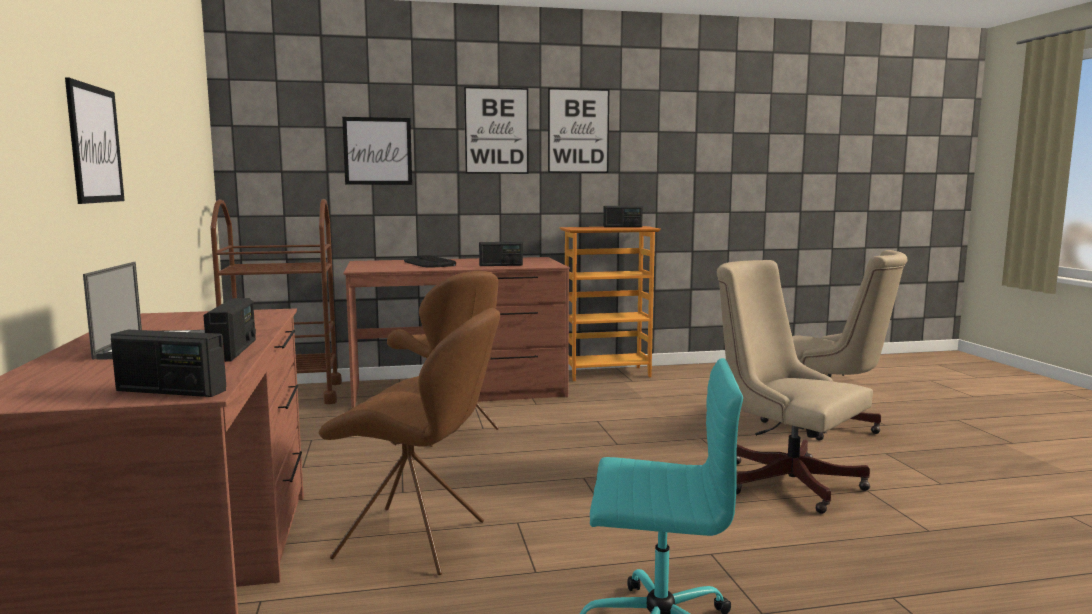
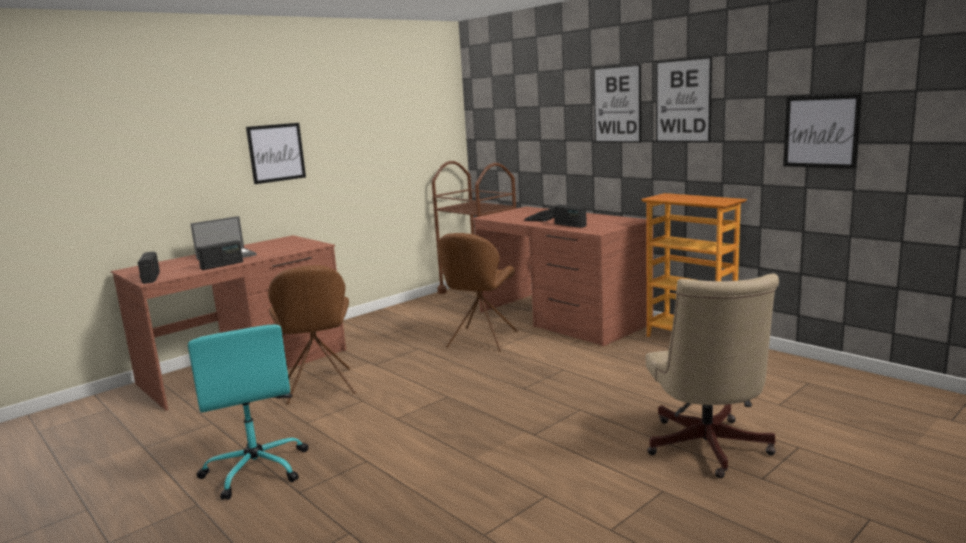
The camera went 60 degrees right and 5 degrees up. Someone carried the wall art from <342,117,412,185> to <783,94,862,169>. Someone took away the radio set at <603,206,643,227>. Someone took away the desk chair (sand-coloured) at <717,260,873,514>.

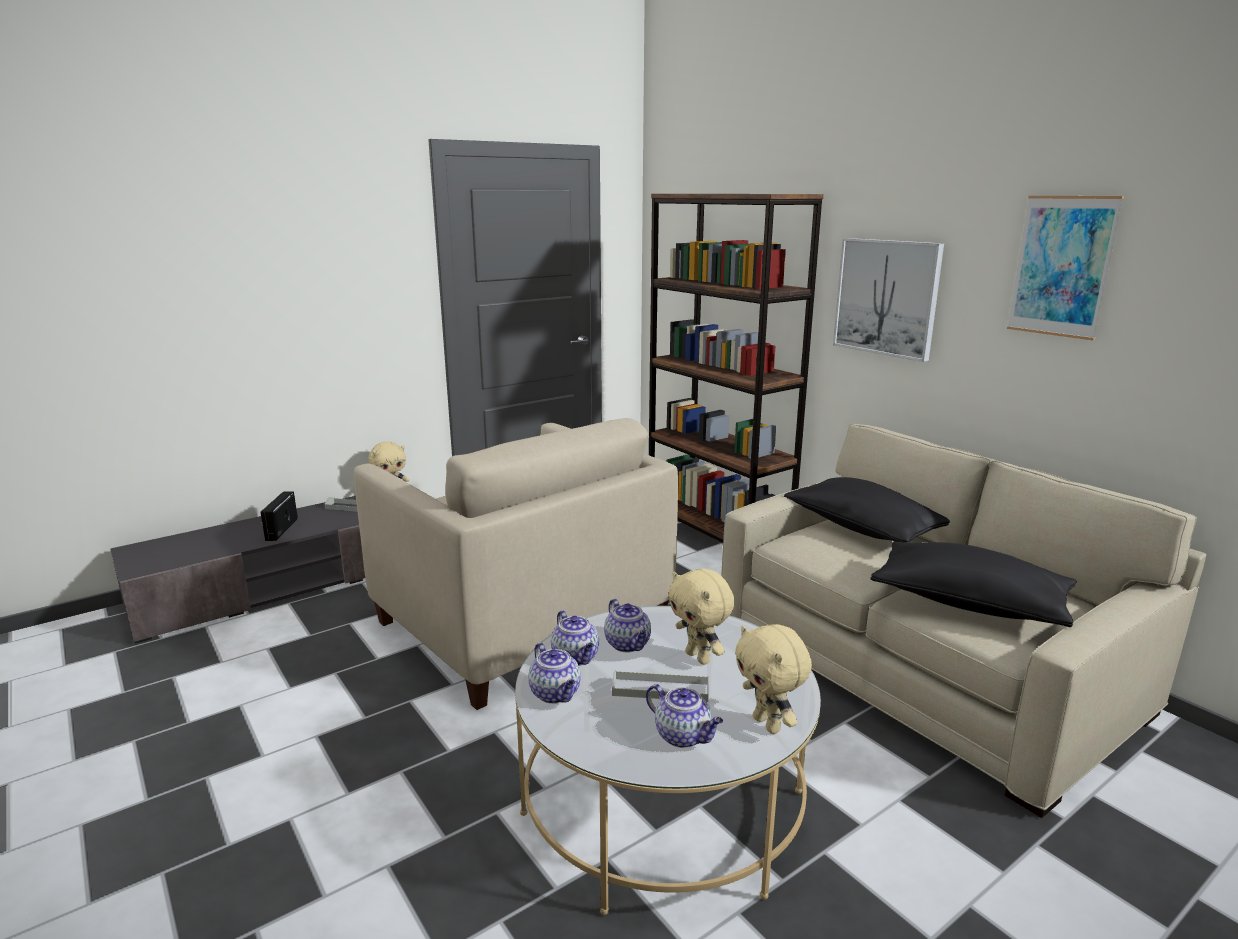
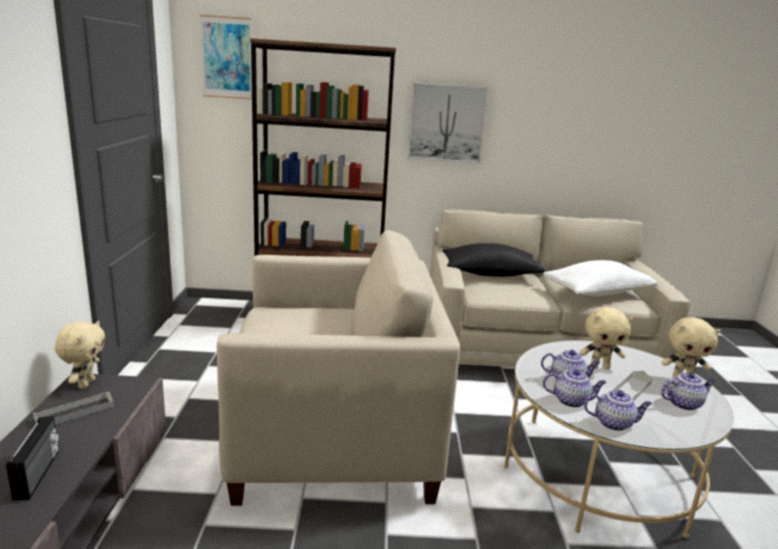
The camera went 55 degrees left and 0 degrees up. Someone rotated the radio set at <261,491,298,541> by 135 degrees counterclockwise. Someone repainted the cushion (black) at <870,541,1077,627>, which became the cushion (white) at <543,260,658,296>. Someone carried the wall art from <1007,196,1124,341> to <200,15,252,99>.

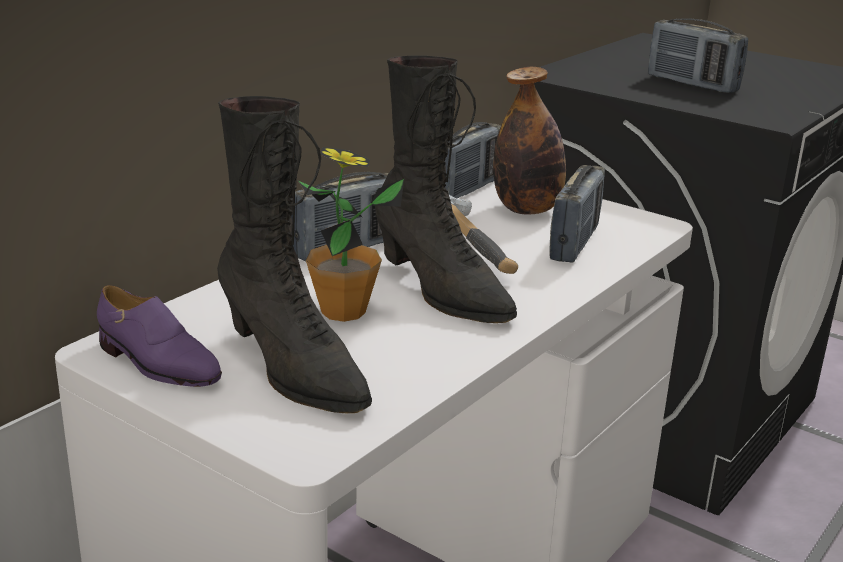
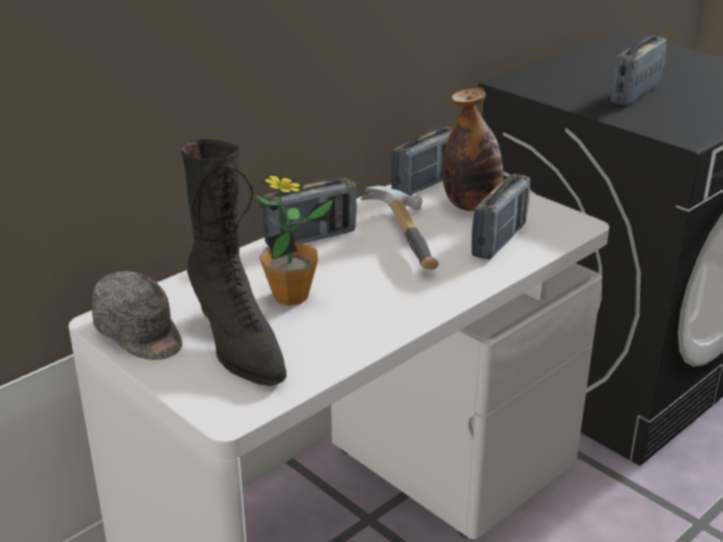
The camera went 10 degrees right and 5 degrees up. Someone swapped the shoe (purplish) at <97,285,222,387> for the cap (grey) at <92,271,182,360>. Someone took away the high-top boot (black) at <375,55,517,323>. Someone rotated the radio set at <648,18,748,93> by 75 degrees clockwise.

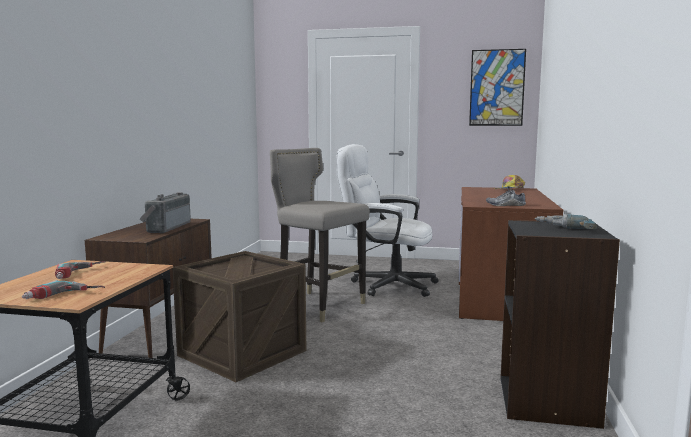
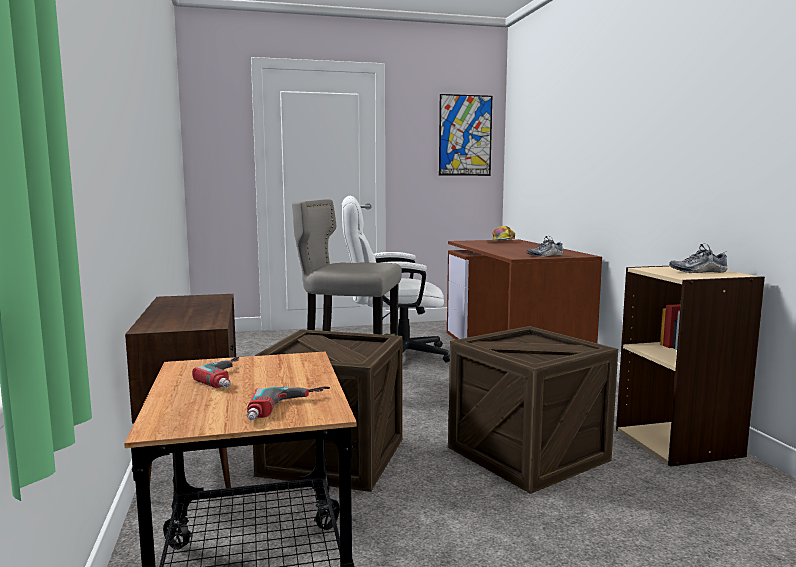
The camera went 25 degrees left and 0 degrees up. Someone took away the radio set at <140,192,191,233>. Someone repainted the shelving unit (black) at <500,220,620,429>, which became the shelving unit (sand-coloured) at <616,266,765,467>. Someone swapped the power drill at <535,214,597,229> for the shoe at <669,244,728,273>. Someone put down the crate at <448,326,618,494>.

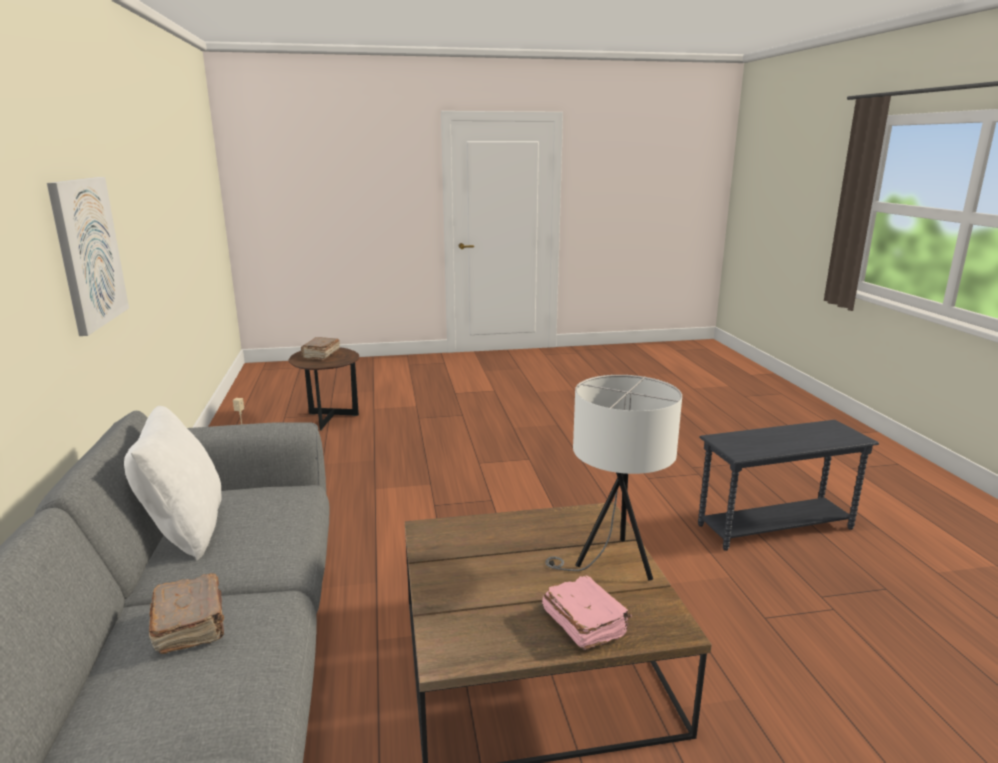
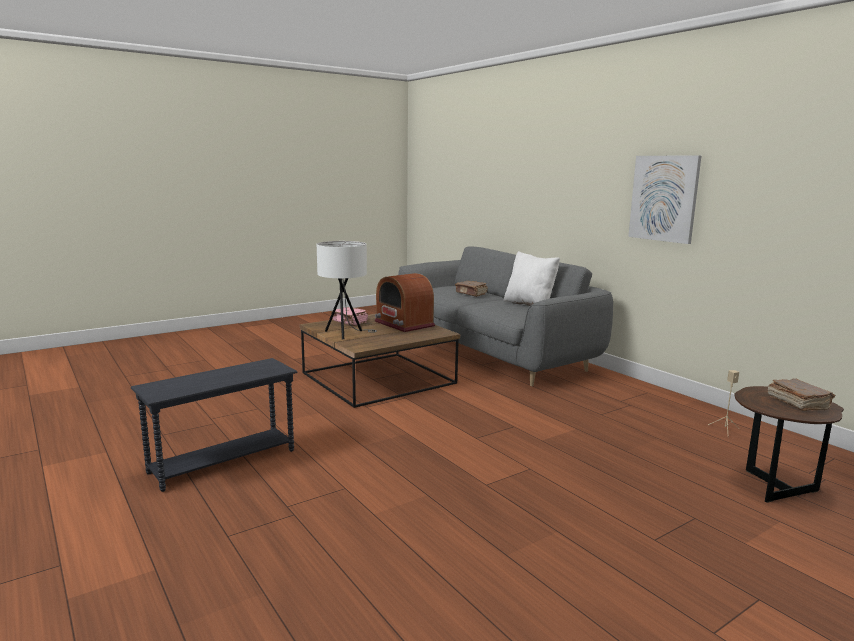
The camera went 155 degrees right and 5 degrees down. Someone put down the radio set at <375,273,435,332>.

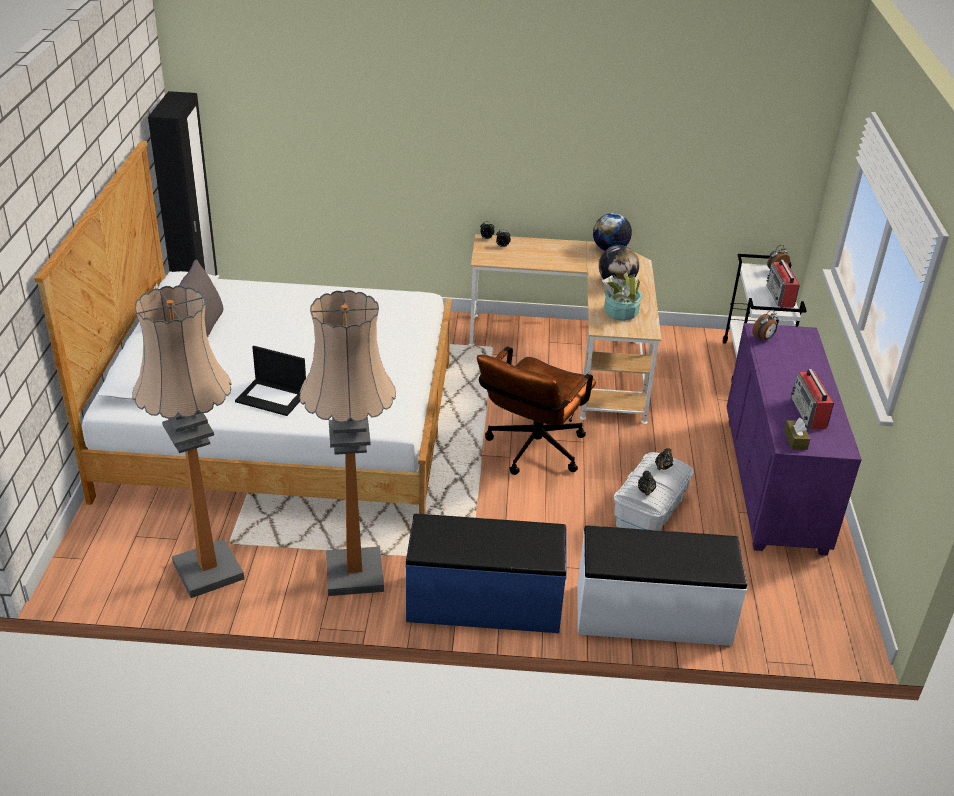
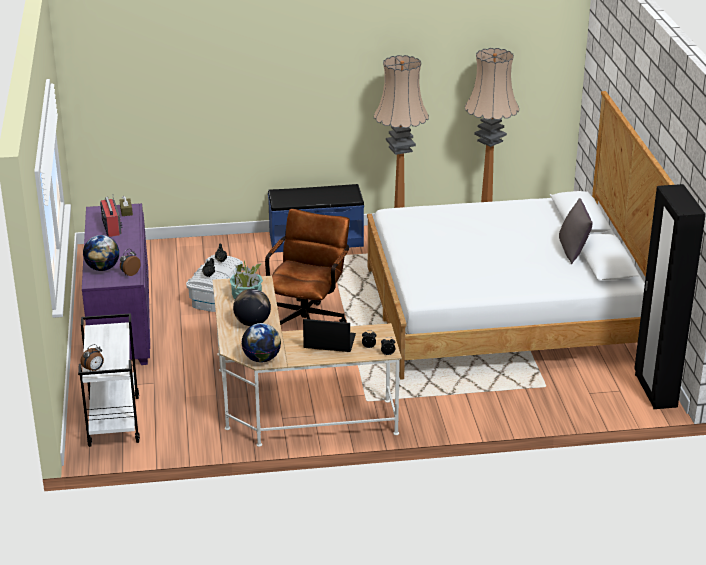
The camera went 170 degrees right and 5 degrees down. Someone carried the laptop from <235,346,306,416> to <303,319,356,352>. Someone took away the indoor bench (white) at <577,526,747,646>. Someone took away the radio set at <766,259,800,308>. Someone put down the world globe at <83,235,119,271>.

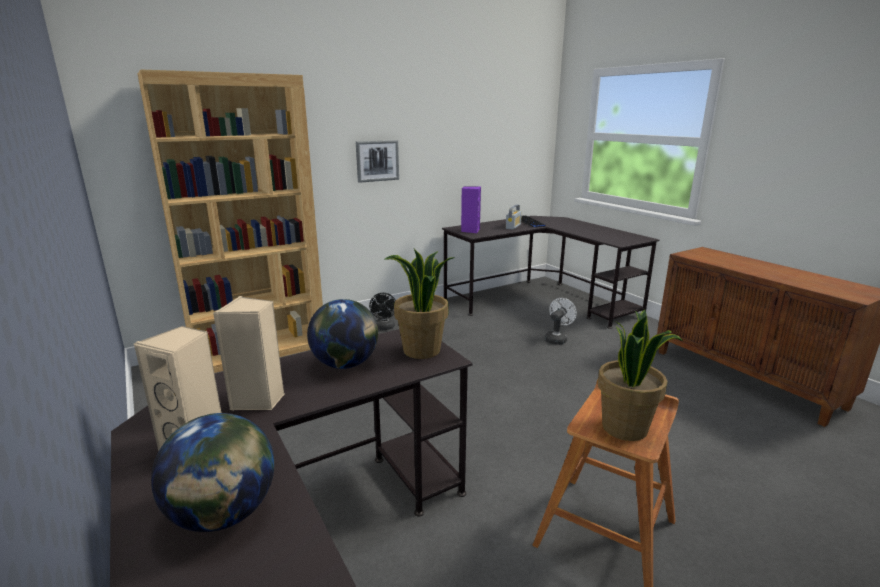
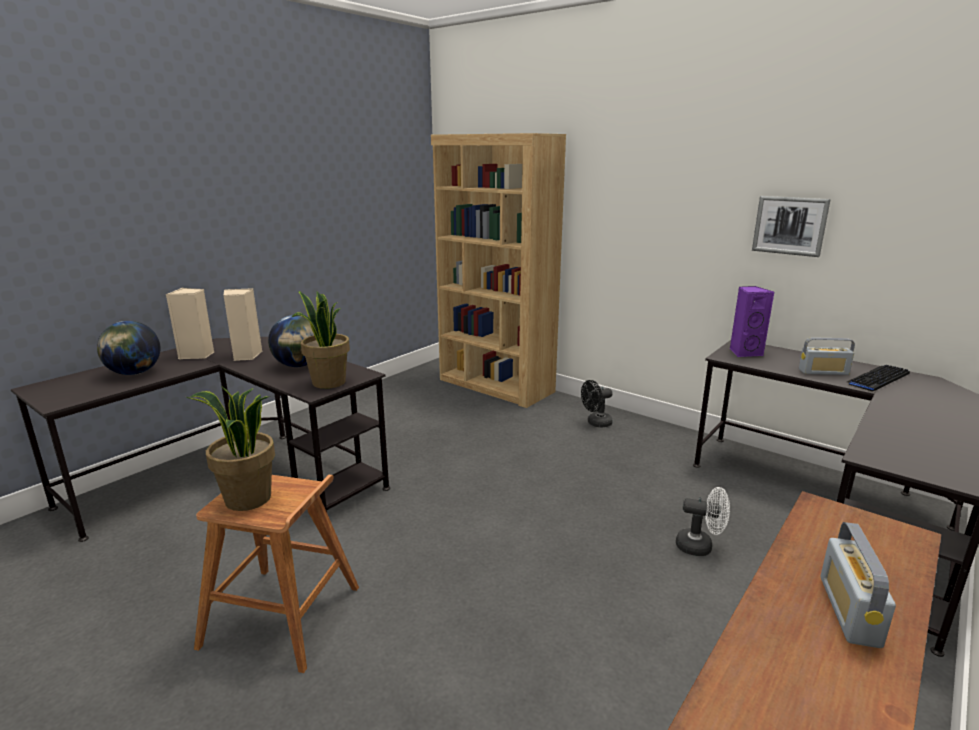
The camera went 70 degrees right and 0 degrees up. Someone carried the wall art from <356,140,399,183> to <752,196,831,257>. Someone put down the radio set at <821,522,896,648>.

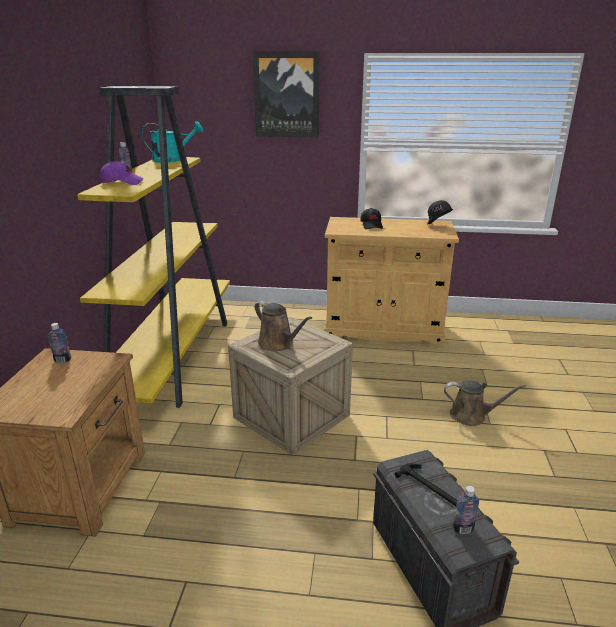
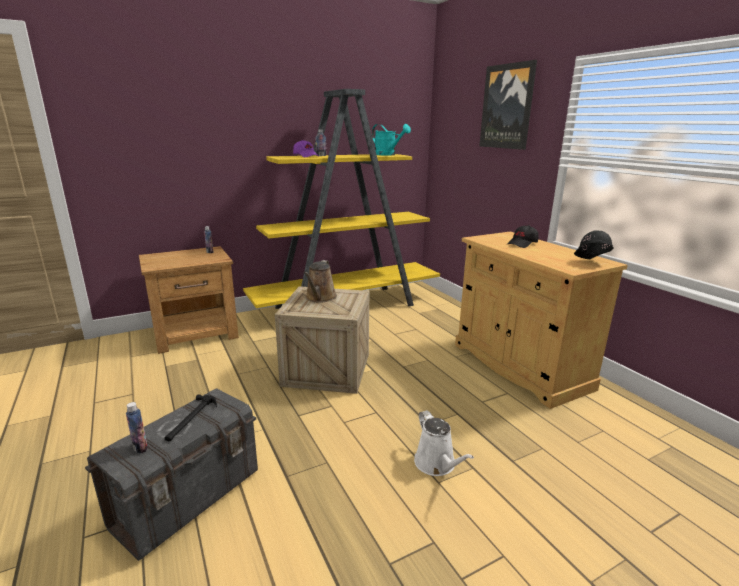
The camera went 55 degrees right and 5 degrees down. Someone repainted the watering can (brown-coloured) at <444,380,526,426>, which became the watering can (white) at <414,410,474,476>.

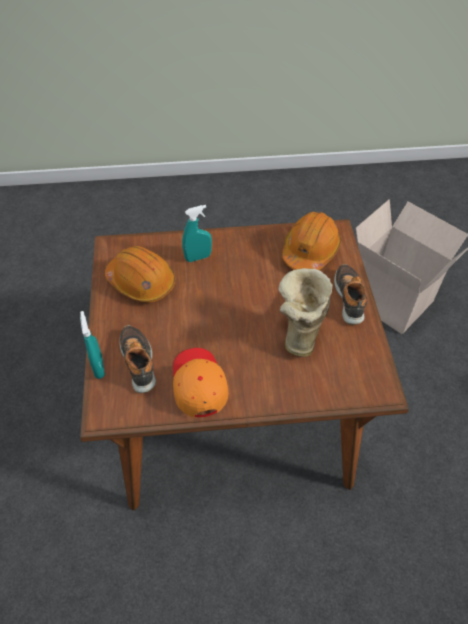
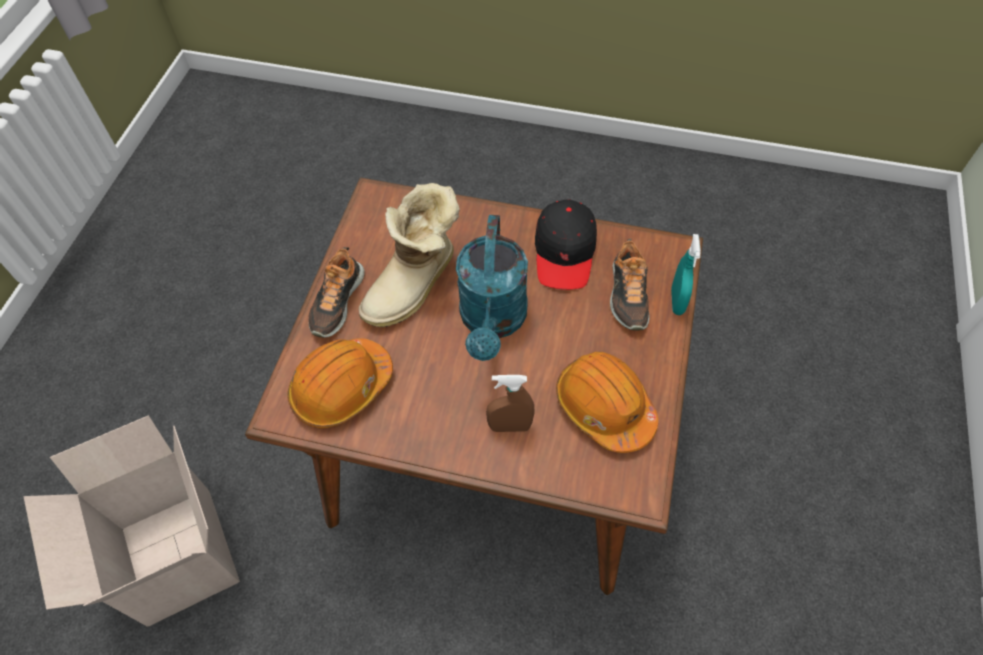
The camera went 160 degrees left and 5 degrees up. Someone repainted the cap (orange) at <173,348,229,417>, which became the cap (black) at <535,199,597,290>. Someone repainted the spray bottle (turquoise-coloured) at <182,205,212,262>, which became the spray bottle (brown-coloured) at <486,375,535,432>. Someone put down the watering can (turquoise-coloured) at <456,215,528,361>.

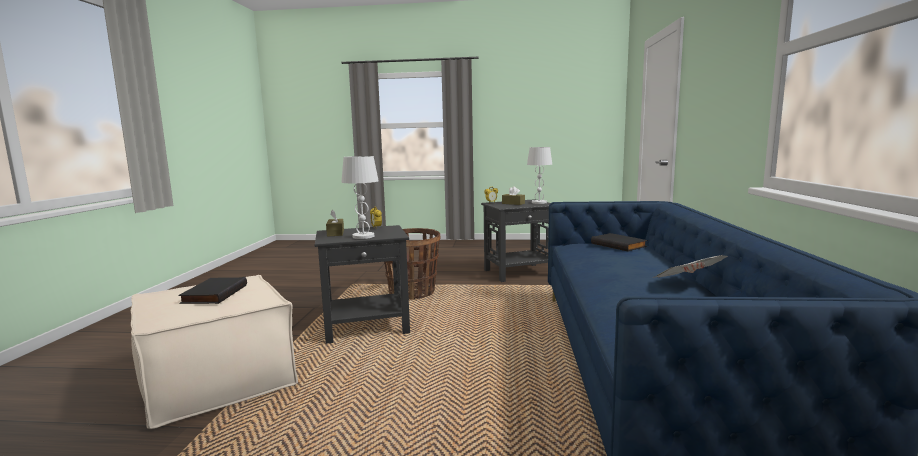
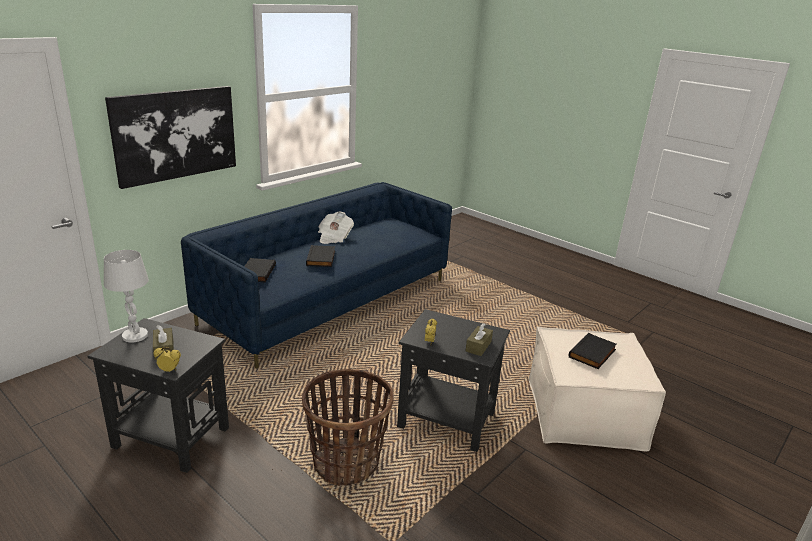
The camera went 145 degrees left and 15 degrees up. Someone took away the table lamp (white) at <341,156,379,239>. Someone put up the wall art at <105,86,236,189>. Someone put down the book (black) at <306,245,335,267>.

